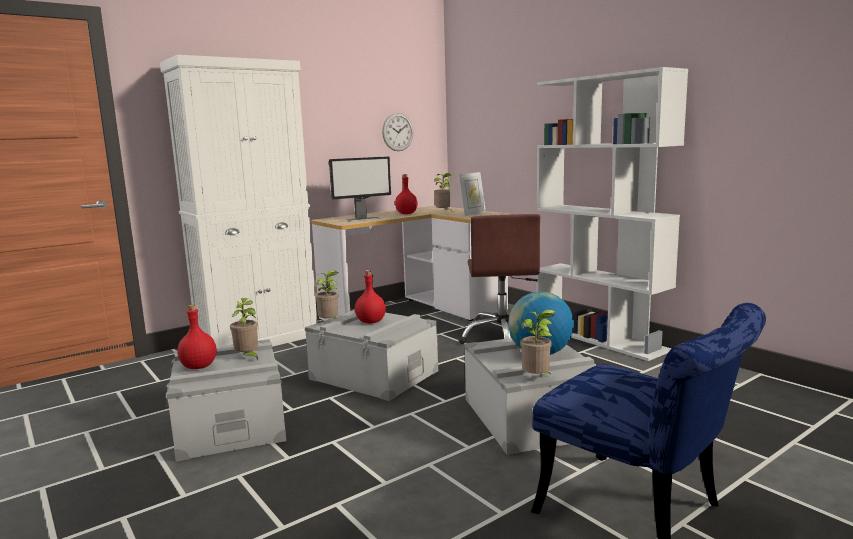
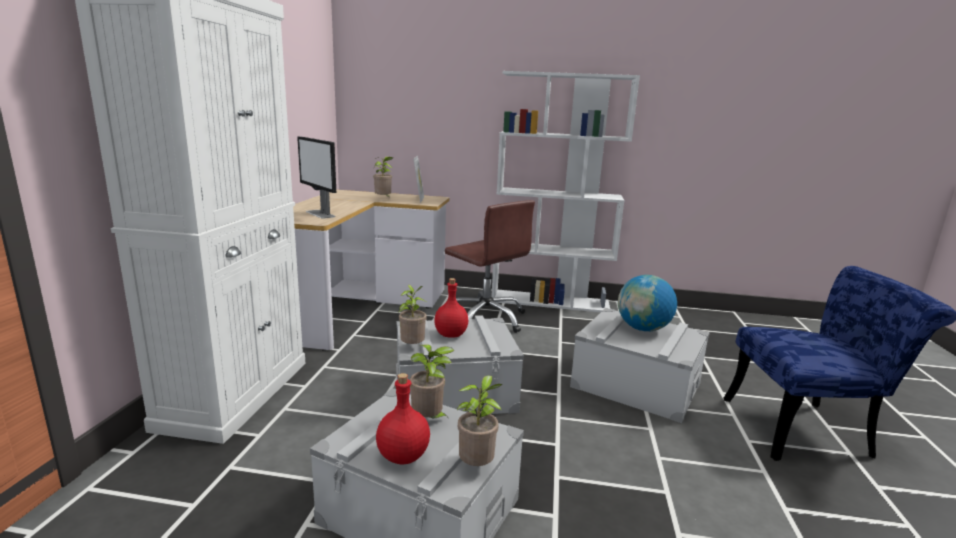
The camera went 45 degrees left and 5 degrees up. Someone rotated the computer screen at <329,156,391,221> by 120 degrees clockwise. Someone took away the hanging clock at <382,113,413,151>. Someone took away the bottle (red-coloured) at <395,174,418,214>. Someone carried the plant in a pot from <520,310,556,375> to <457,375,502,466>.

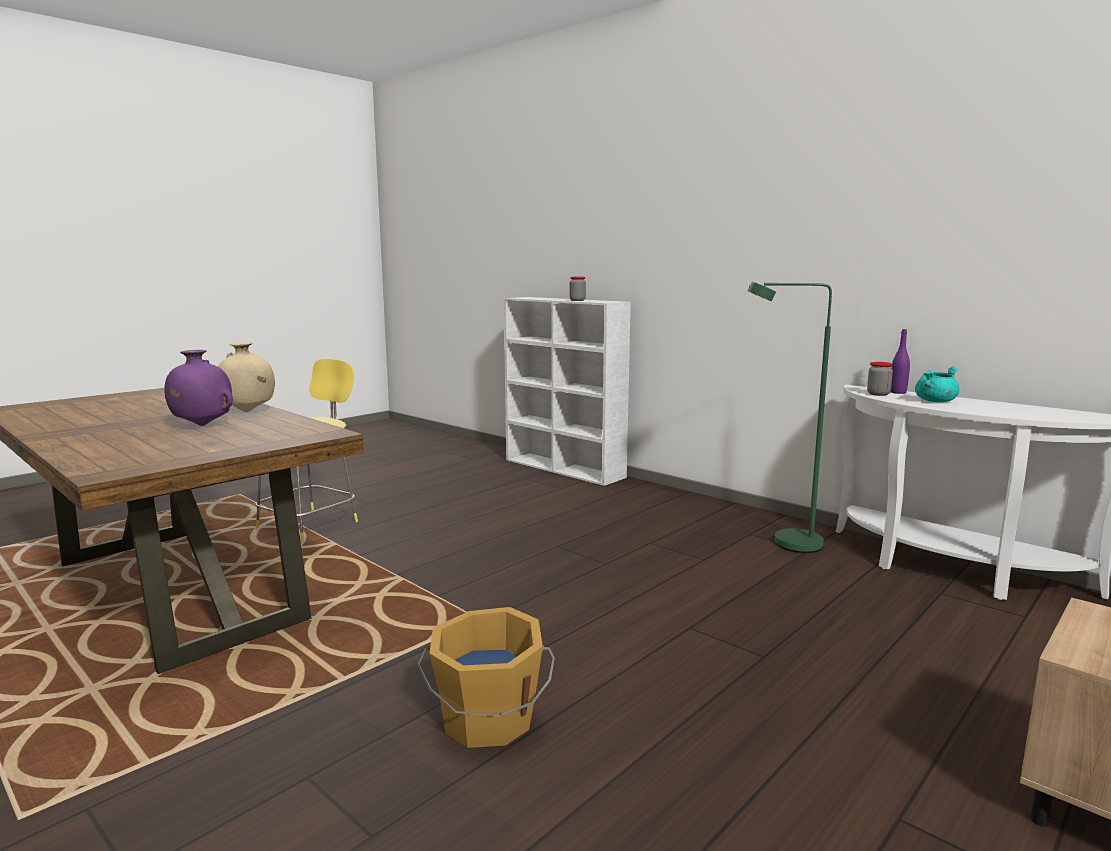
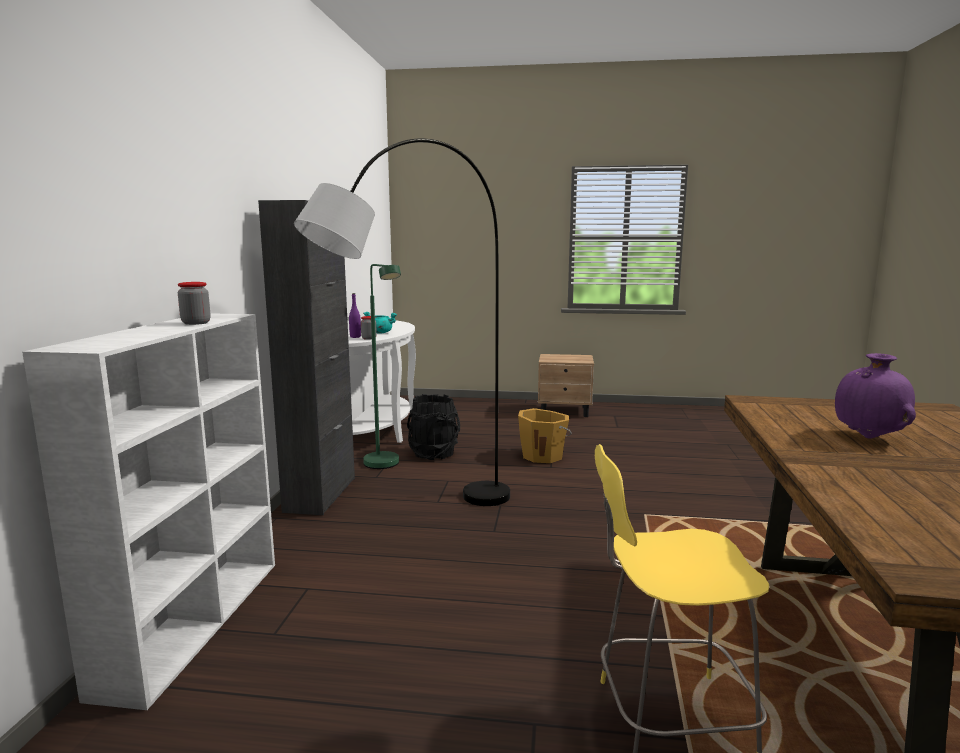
The camera went 125 degrees left and 0 degrees up. Someone took away the decorative vase (sand-coloured) at <218,342,275,412>. Someone carried the pail (orange) from <417,607,555,748> to <518,408,572,463>. Someone put down the storage cabinet (black) at <258,200,355,515>. Someone put down the standing lamp (grey) at <294,139,510,506>. Someone put down the pail (black) at <407,394,460,460>.

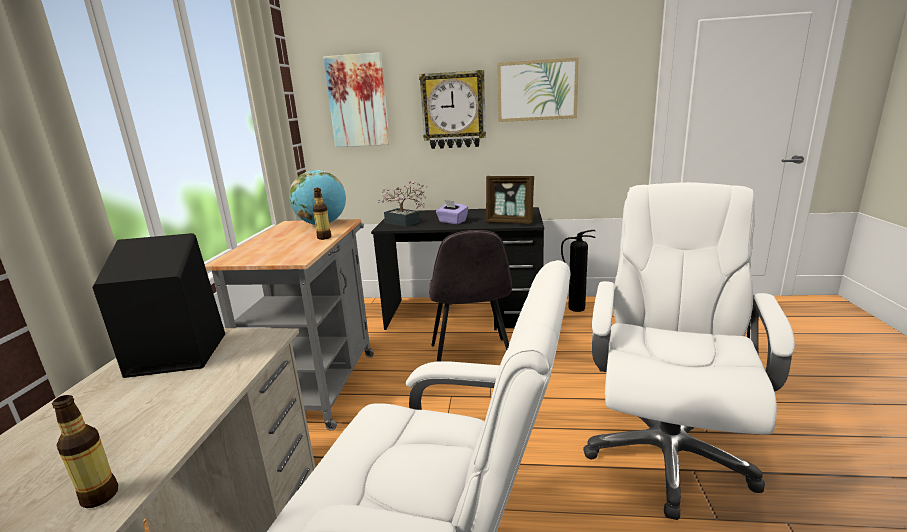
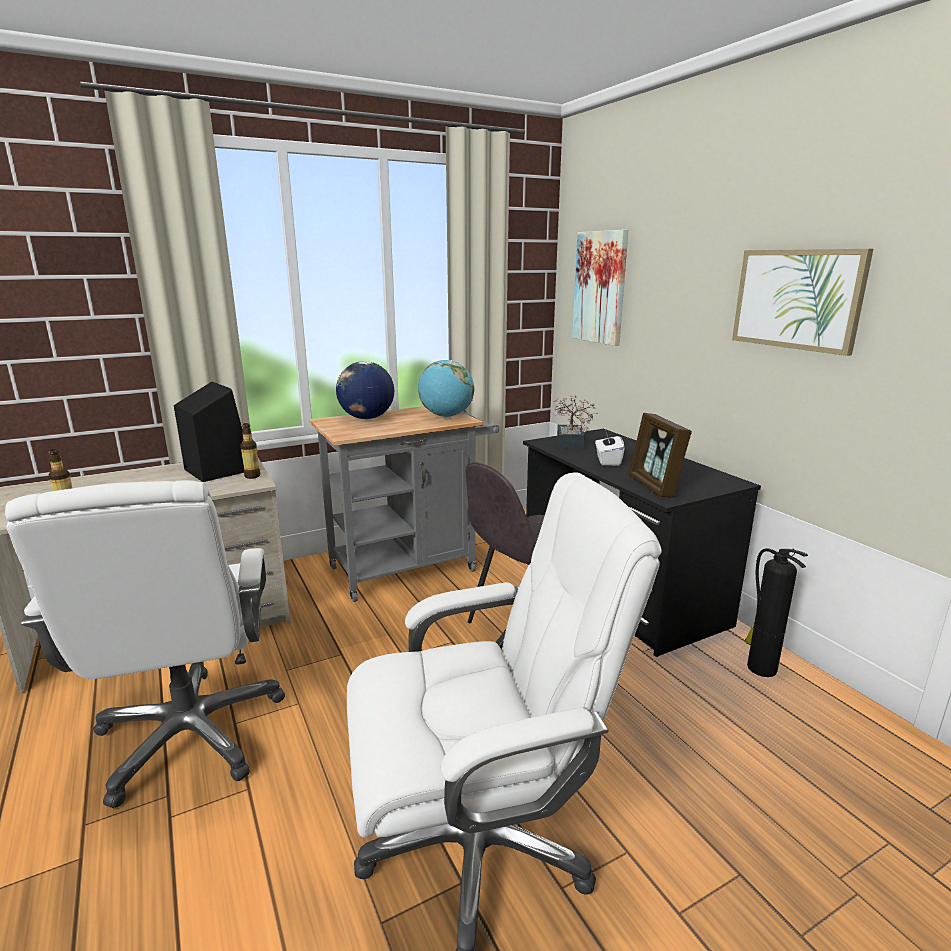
The camera went 55 degrees right and 0 degrees up. Someone carried the bottle from <313,188,331,240> to <241,423,260,479>. Someone took away the hanging clock at <419,70,486,149>. Someone repainted the tissue box (purplish) at <436,200,468,224>, which became the tissue box (white) at <595,432,625,466>. Someone put down the world globe at <336,361,394,419>.

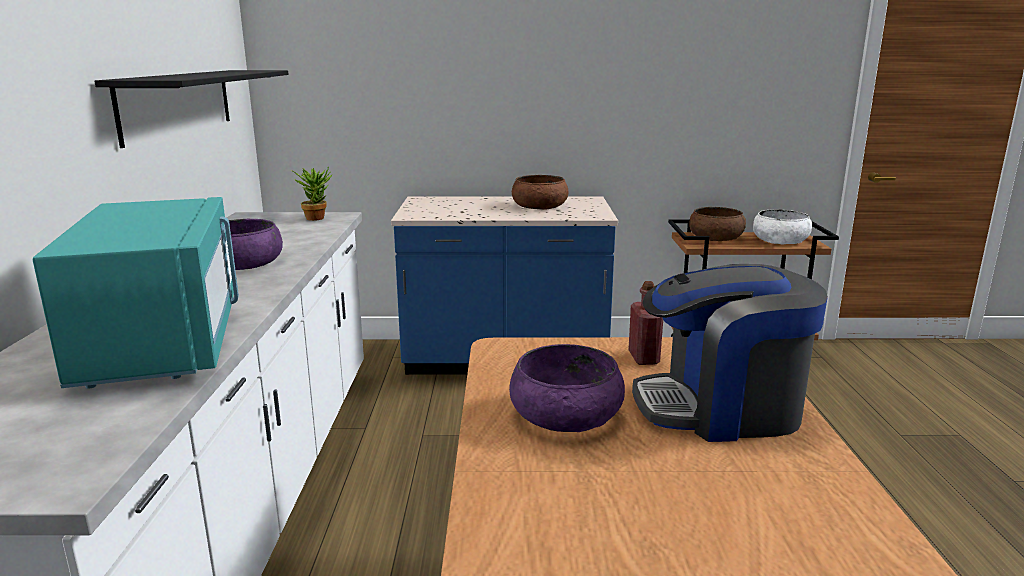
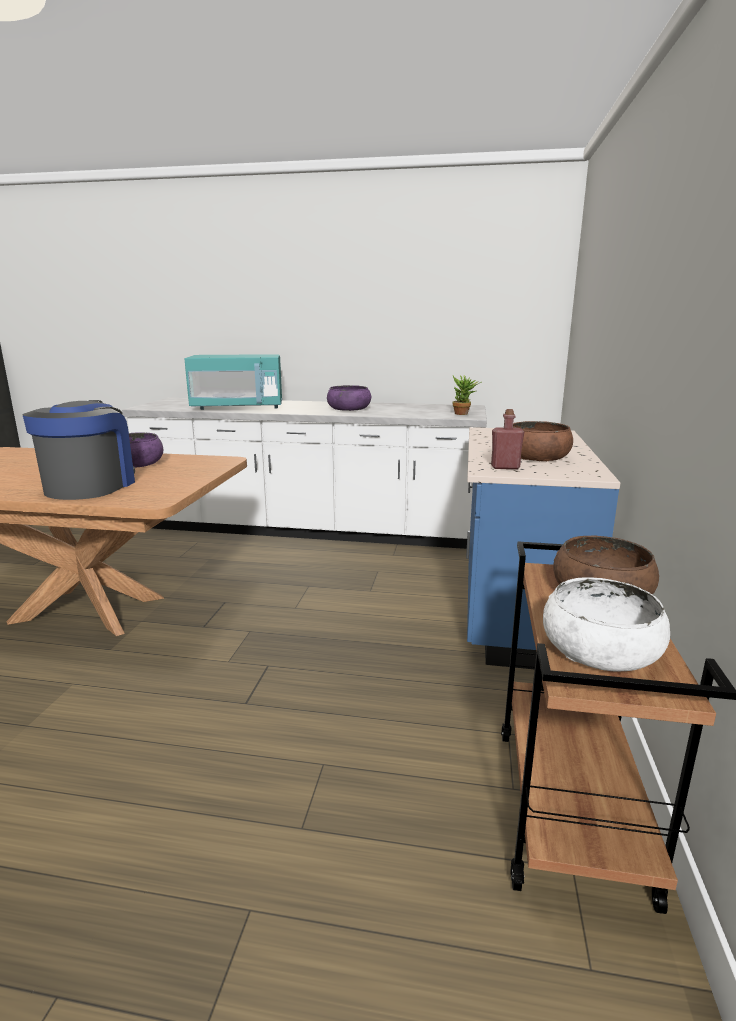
The camera went 100 degrees right and 0 degrees up. Someone took away the bracket shelf (black) at <94,70,289,148>. Someone carried the bottle (red-coloured) from <628,281,663,365> to <491,409,524,469>.

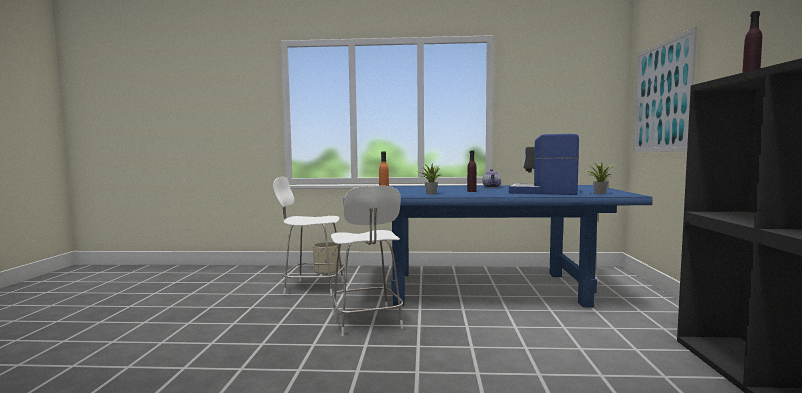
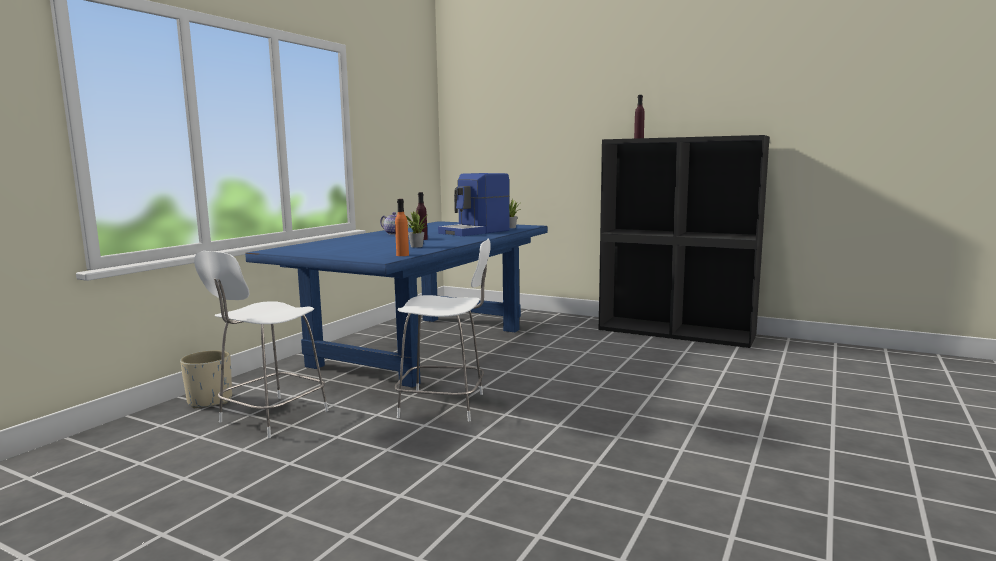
The camera went 65 degrees left and 5 degrees up. Someone took away the wall art at <633,26,697,152>.

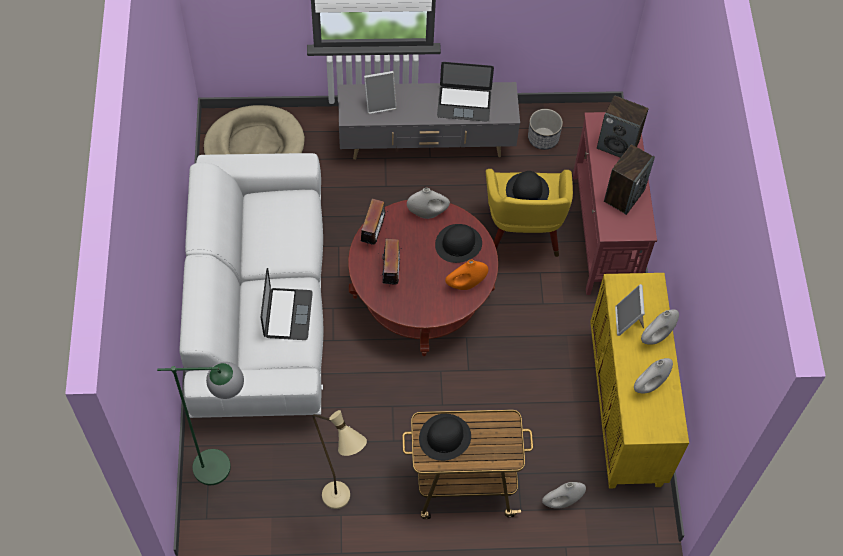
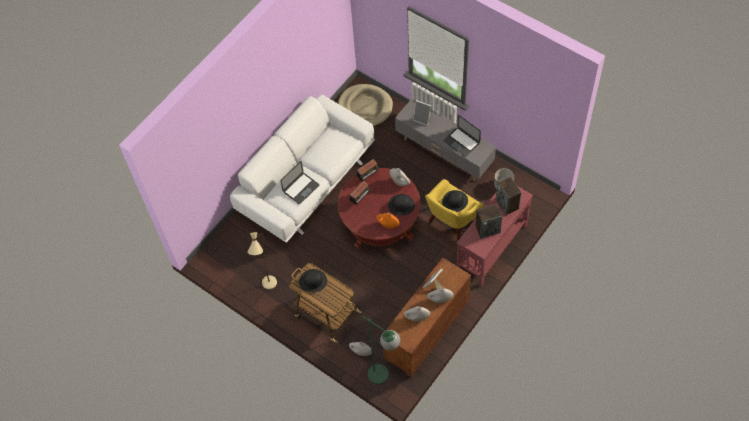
The camera went 45 degrees right and 0 degrees up. Someone carried the standing lamp (green-coloured) from <157,362,244,485> to <362,315,400,384>. Someone repainted the storage cabinet (yellowish) at <590,273,689,488>, which became the storage cabinet (brown-coloured) at <383,257,471,377>.

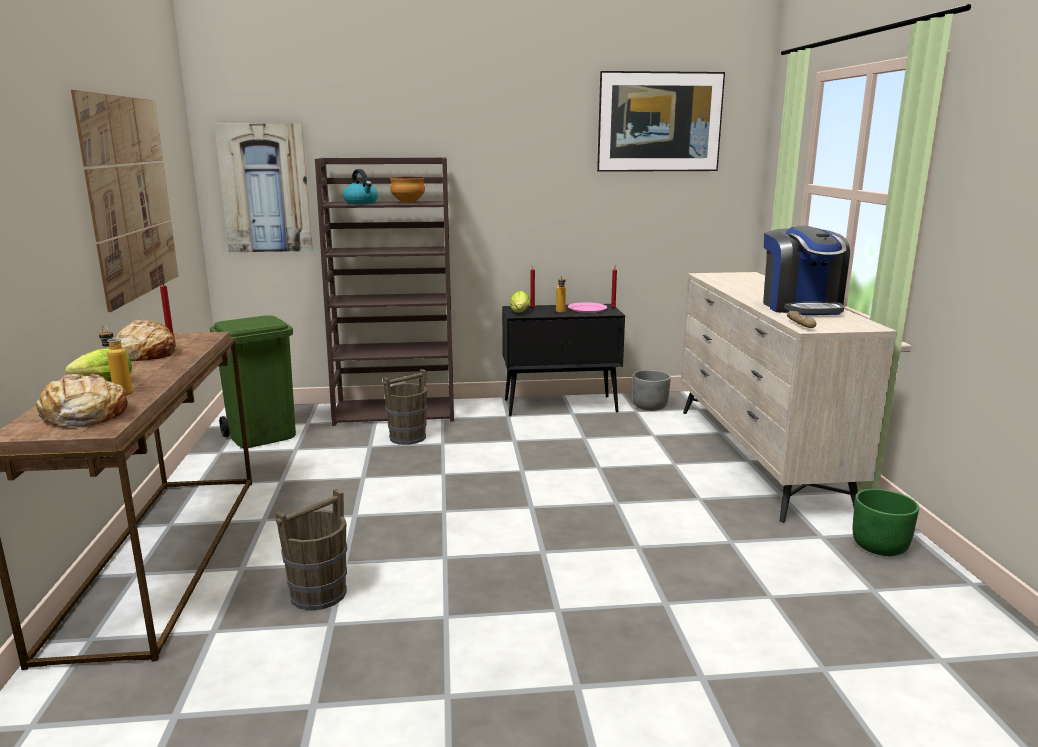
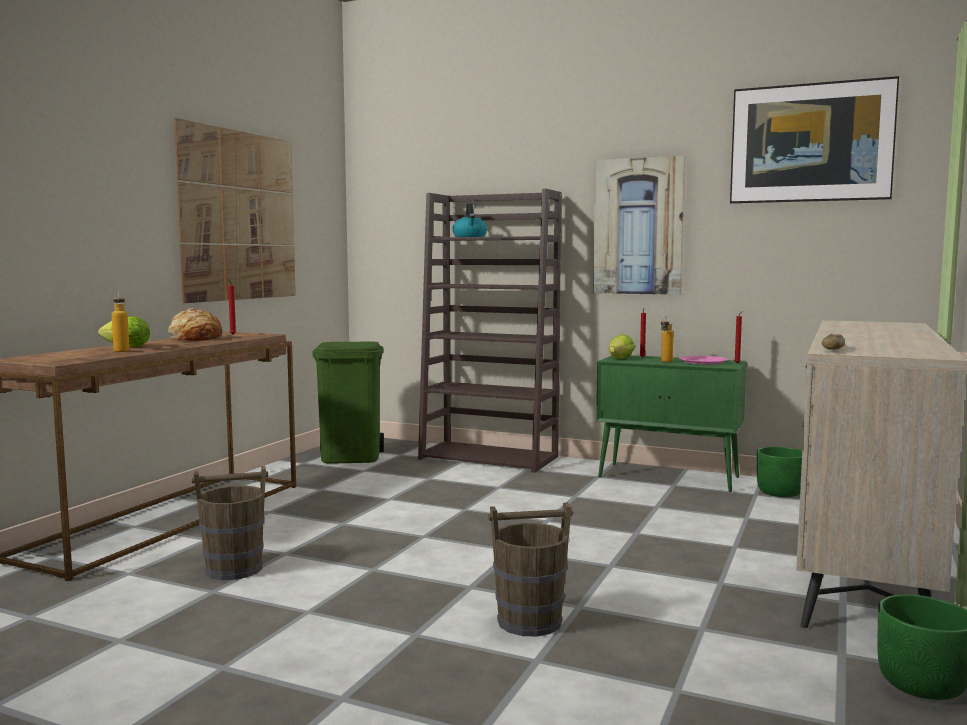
The camera went 30 degrees right and 10 degrees down. Someone took away the baked bread at <36,373,128,427>. Someone carried the wall art from <214,124,313,252> to <593,156,686,295>. Someone carried the pail (brown-coloured) from <383,369,427,445> to <488,502,573,636>. Someone took away the deep dish at <390,177,425,203>. Someone repainted the storage cabinet (black) at <502,304,625,416>, which became the storage cabinet (green-coloured) at <596,355,747,492>. Someone repainted the flower pot (grey) at <632,370,671,411>, which became the flower pot (green-coloured) at <757,447,802,497>. Someone took away the coffee brewer at <763,226,850,315>.

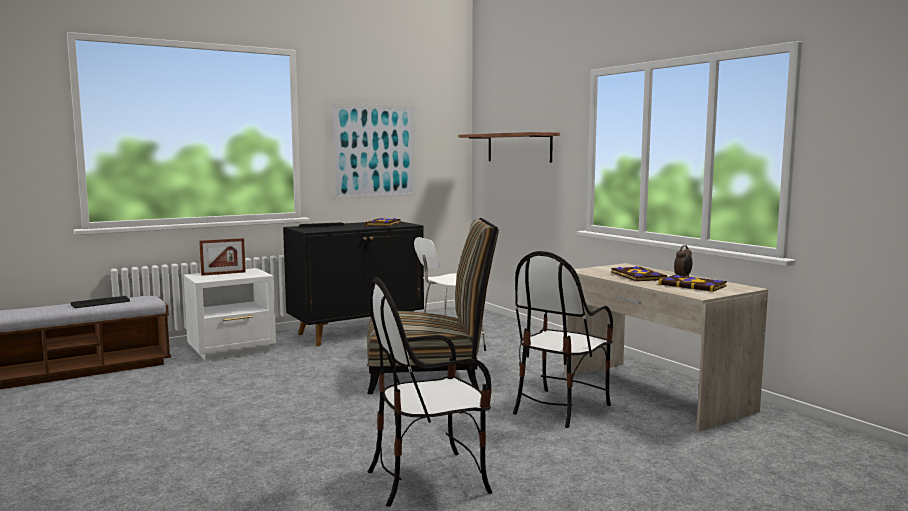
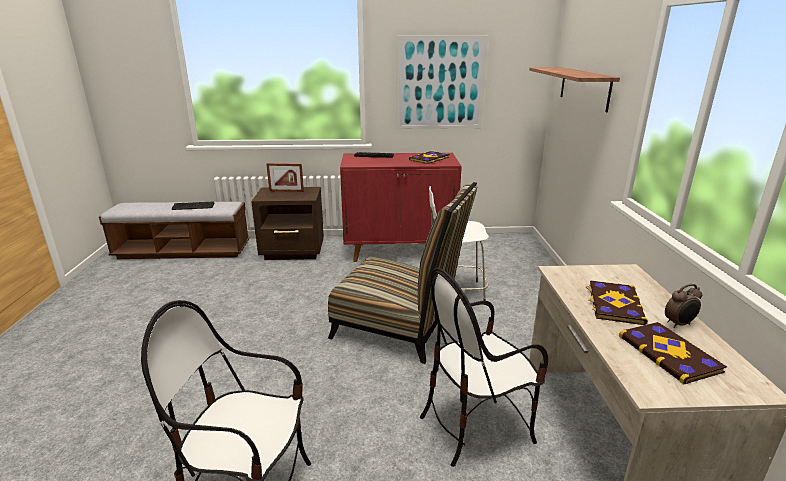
The camera went 30 degrees right and 15 degrees up. Someone repainted the nightstand (white) at <183,268,276,361>, which became the nightstand (brown-coloured) at <251,187,324,260>. Someone repainted the storage cabinet (black) at <283,221,424,347>, which became the storage cabinet (red-coloured) at <340,153,462,262>.

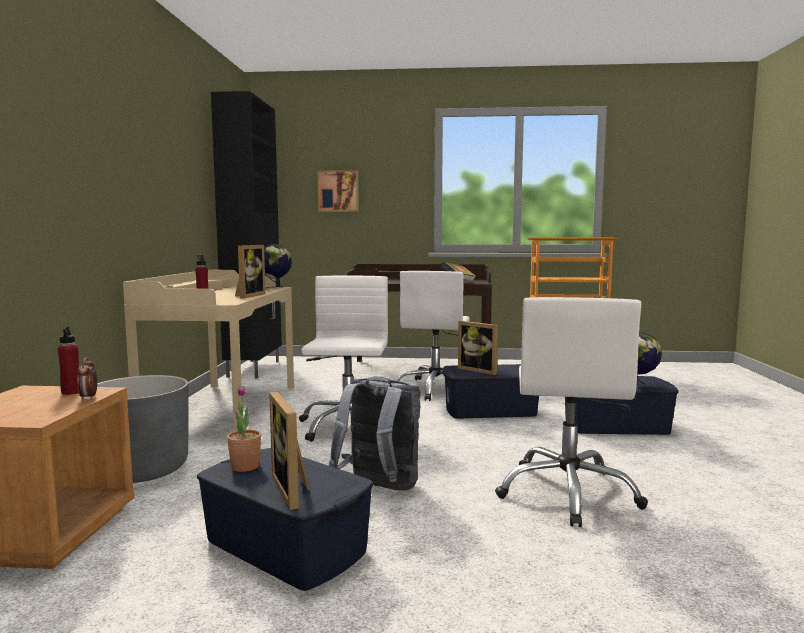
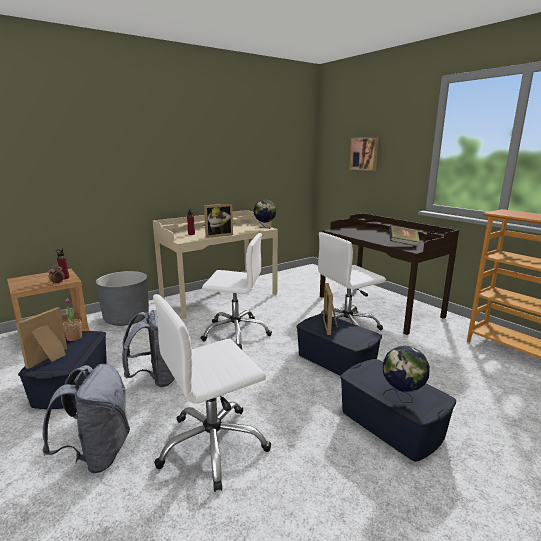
The camera went 50 degrees right and 10 degrees up. Someone took away the storage cabinet (black) at <211,91,282,378>. Someone rotated the desk chair (white) at <299,276,388,442> by 45 degrees clockwise. Someone put down the knapsack (grey) at <42,364,130,474>.

